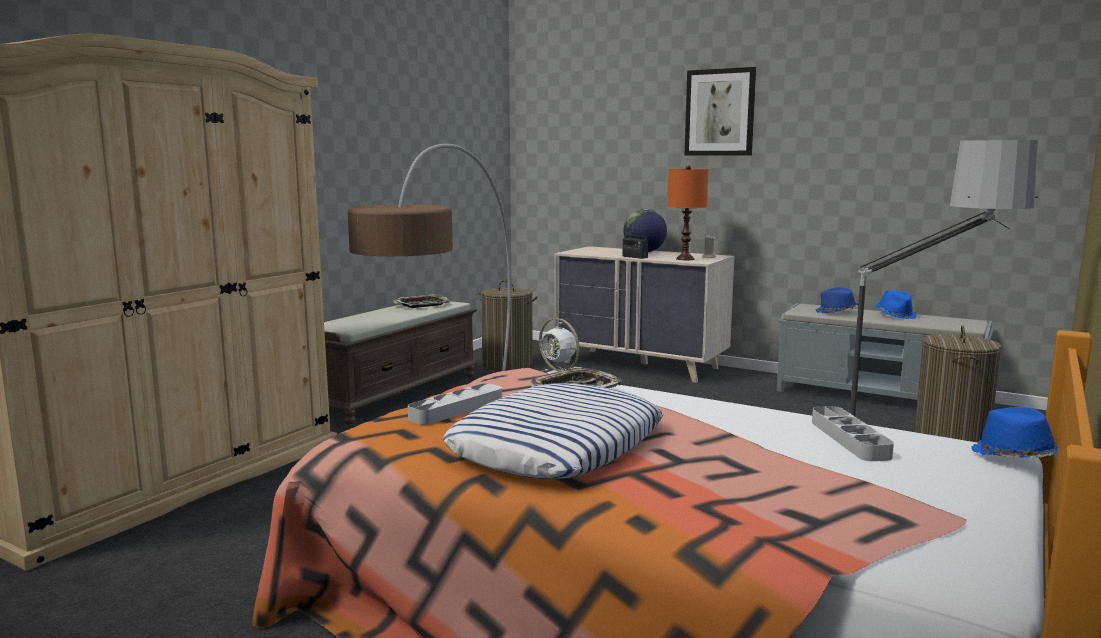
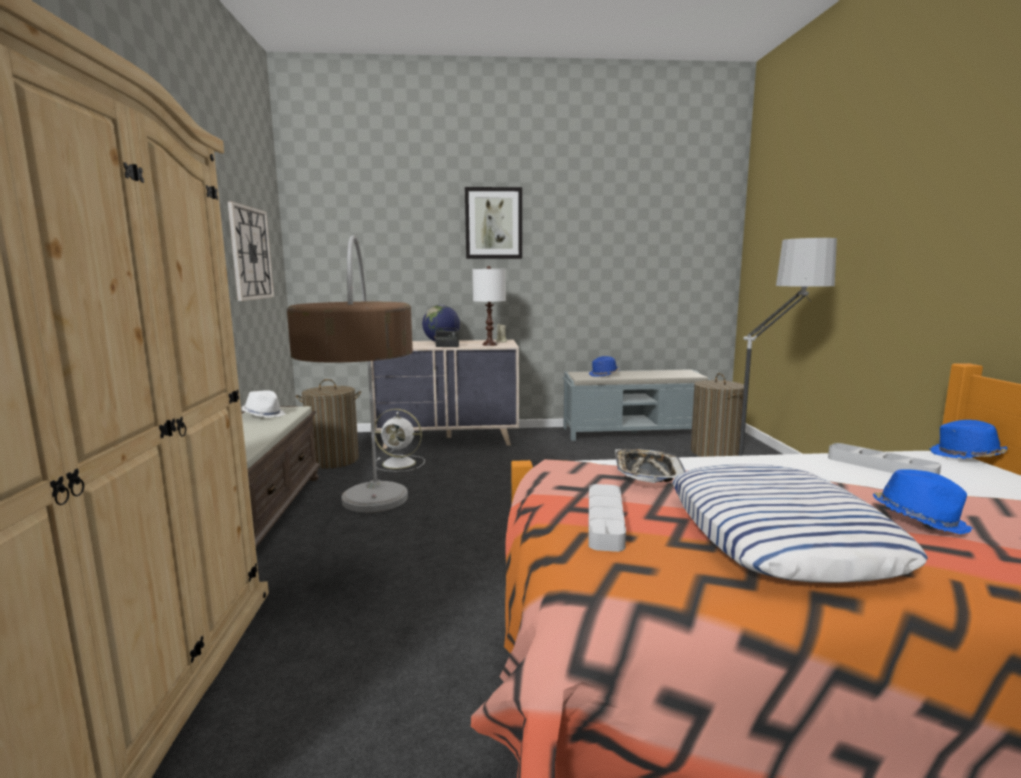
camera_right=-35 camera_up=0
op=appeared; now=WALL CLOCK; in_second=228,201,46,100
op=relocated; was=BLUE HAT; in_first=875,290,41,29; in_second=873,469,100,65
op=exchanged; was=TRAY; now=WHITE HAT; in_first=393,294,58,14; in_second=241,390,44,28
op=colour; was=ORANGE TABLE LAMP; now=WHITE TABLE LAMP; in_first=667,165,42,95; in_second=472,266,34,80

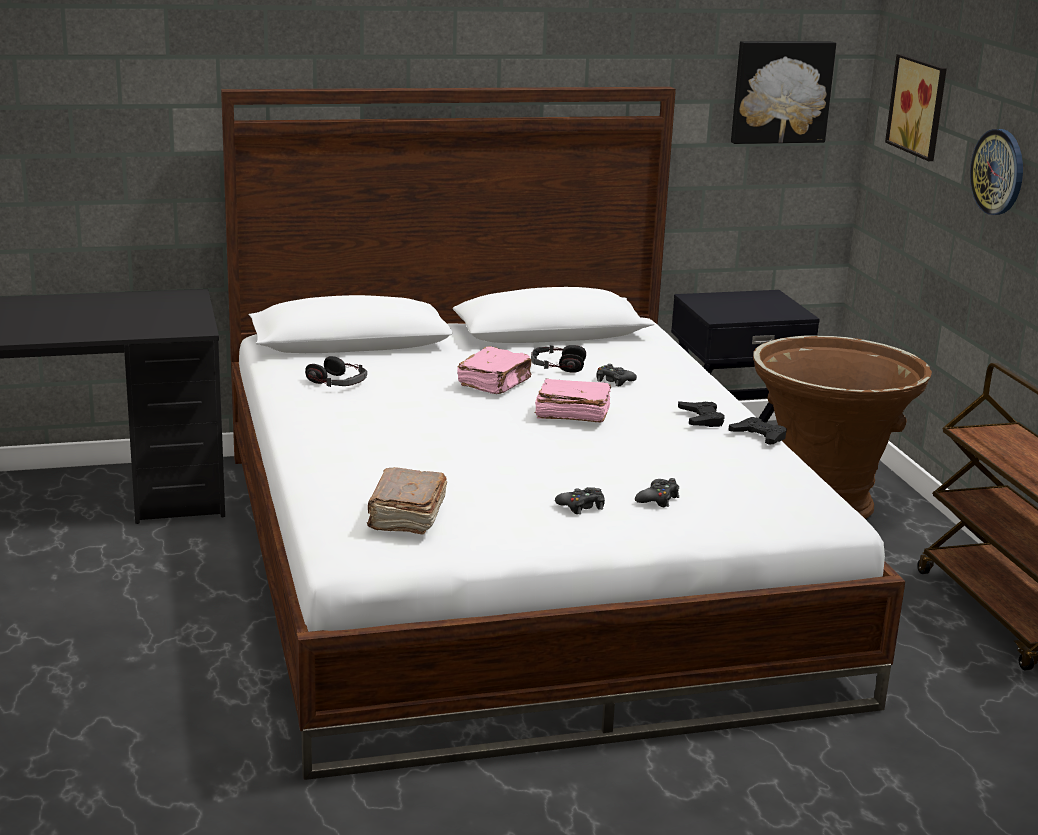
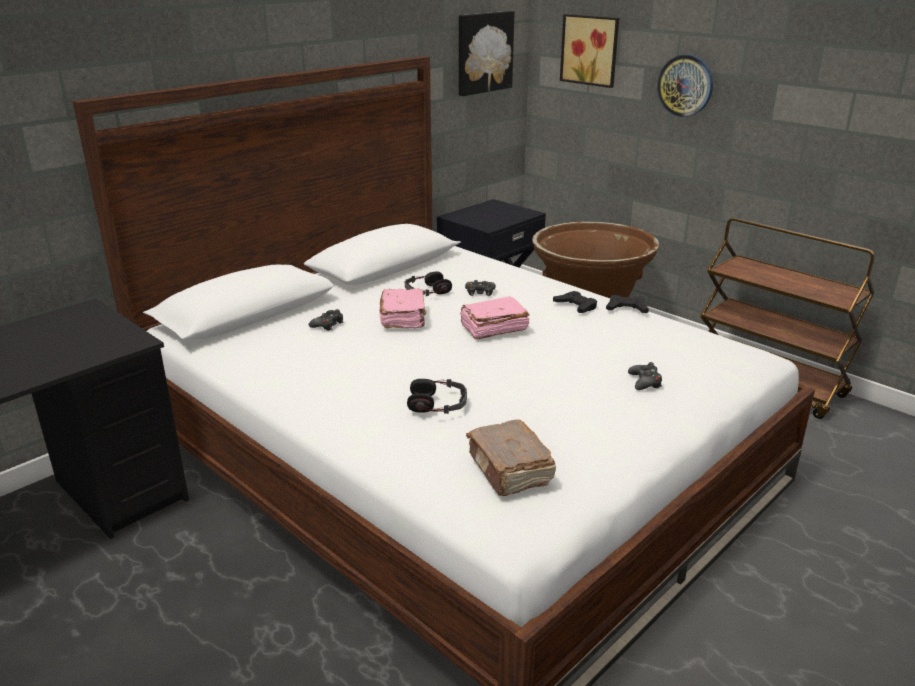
camera_right=-30 camera_up=5
op=relocated; was=HEADPHONES; in_first=305,356,62,31; in_second=407,379,60,35
op=relocated; was=BLACK GAME CONTROLLER; in_first=555,487,50,27; in_second=309,309,35,22

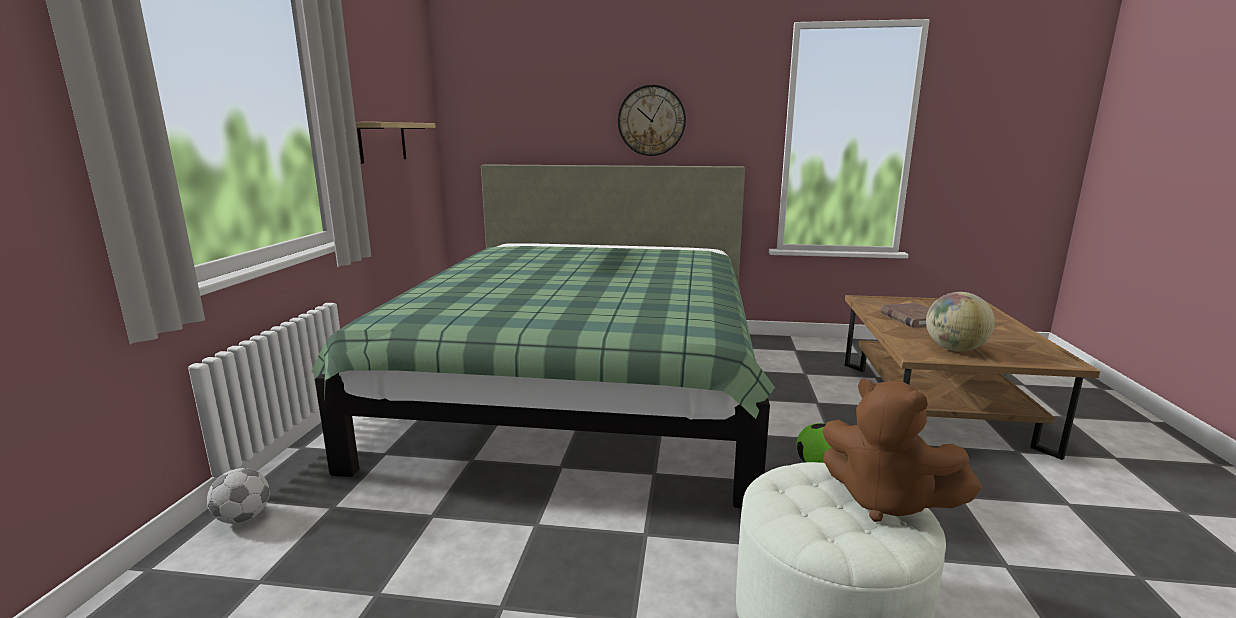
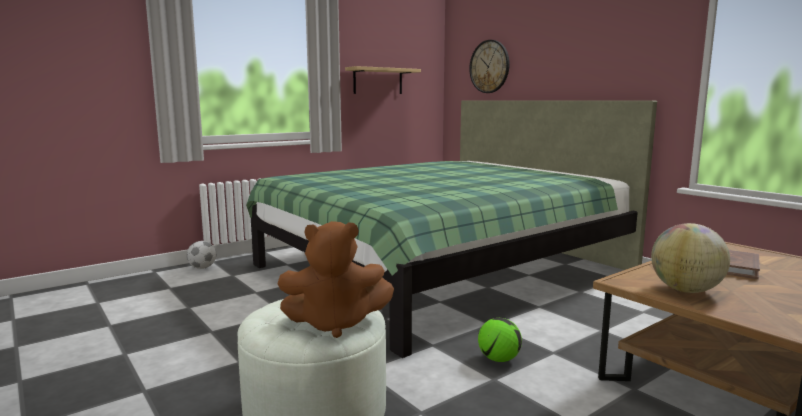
camera_right=45 camera_up=-5
op=relocated; was=WALL CLOCK; in_first=618,85,68,71; in_second=469,40,41,53
op=spun; was=BROWN PLUSH TOY; in_first=822,378,160,144; in_second=277,221,117,117; clockwise=-90

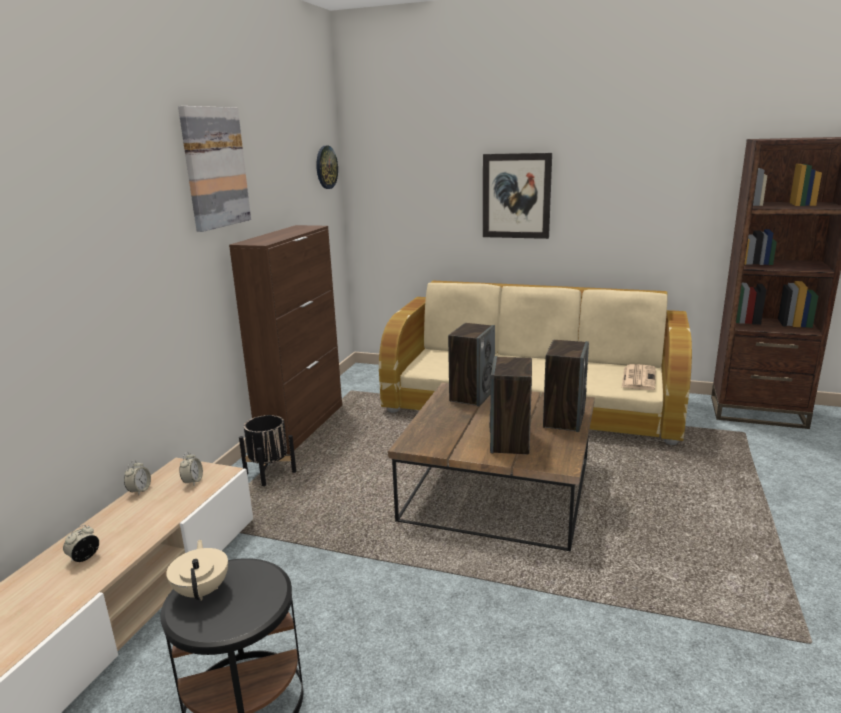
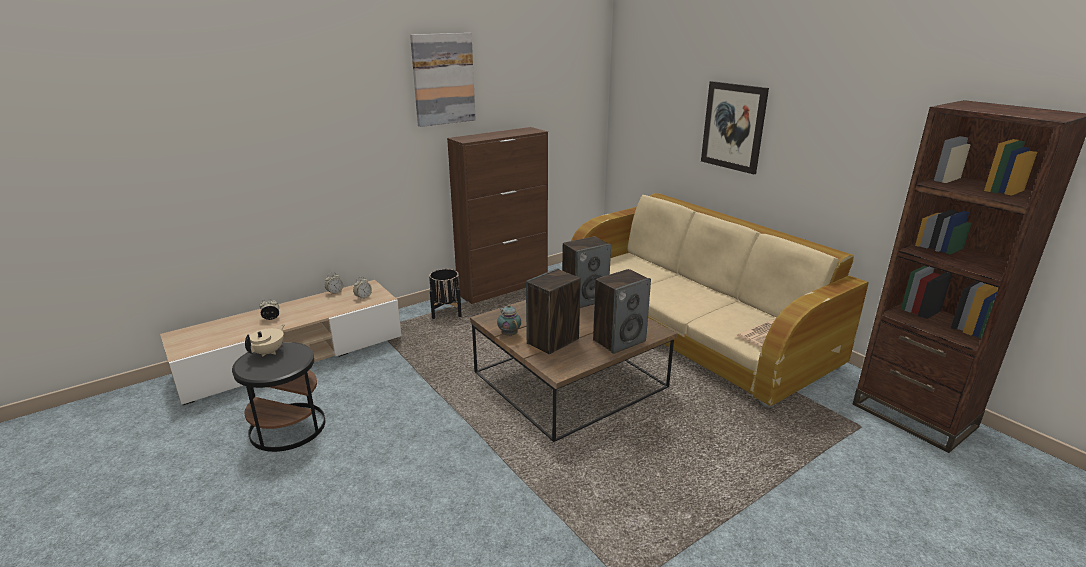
camera_right=35 camera_up=5
op=missing; was=WALL CLOCK; in_first=316,146,22,43
op=appeared; now=TEAPOT; in_second=497,304,24,32

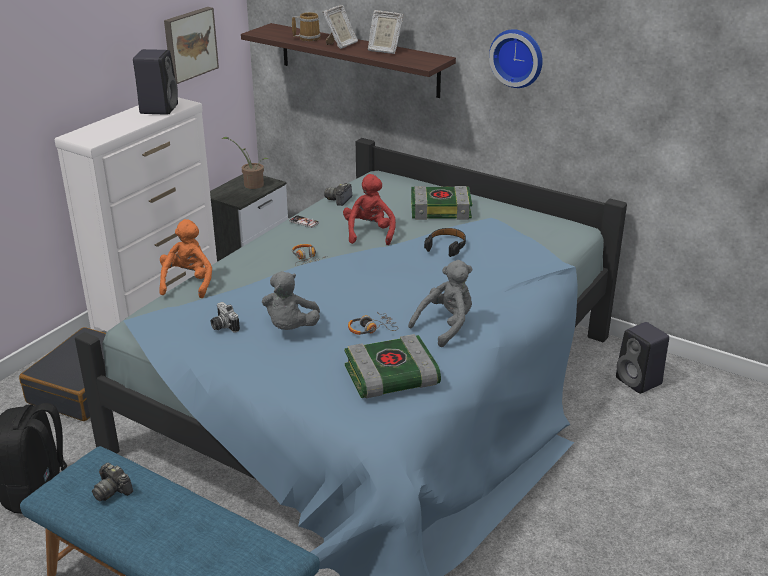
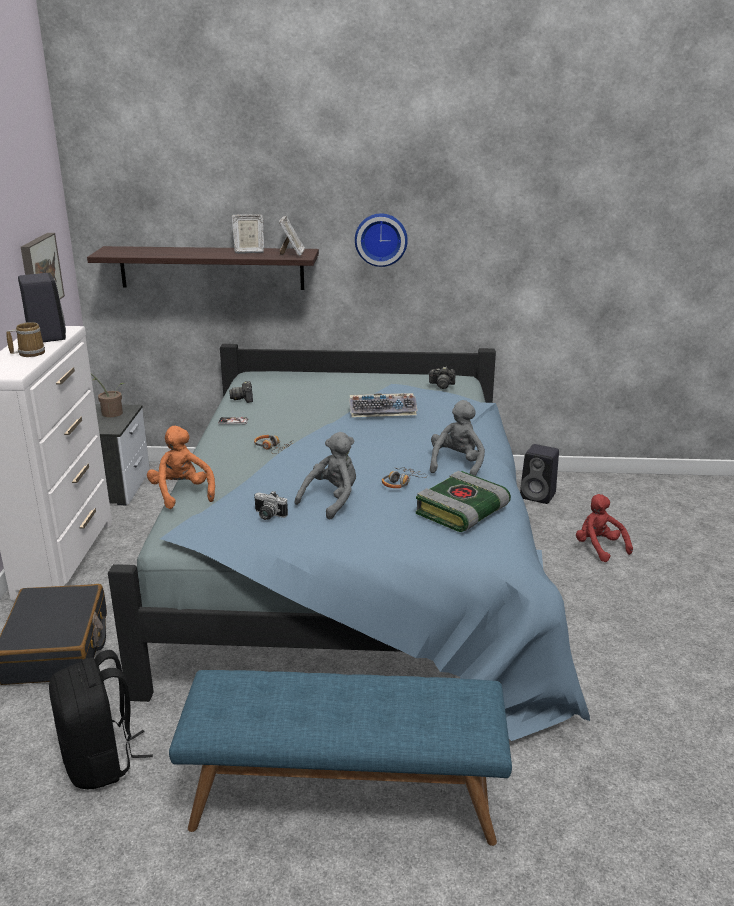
camera_right=-30 camera_up=-5
op=missing; was=BOOK; in_first=411,186,61,34
op=relocated; was=PHOTO CAMERA; in_first=92,463,41,38; in_second=428,366,27,23
op=relocated; was=MUG; in_first=292,12,28,29; in_second=6,322,39,35
op=relocated; was=PICTURE FRAME; in_first=322,5,36,44; in_second=279,215,26,41
op=relocated; was=RED PLUSH TOY; in_first=343,174,53,71; in_second=576,494,57,68
op=exchanged; was=BLACK HEADPHONES; now=KEYBOARD; in_first=424,228,42,29; in_second=349,393,69,24
op=spun; was=GREY PLUSH TOY; in_first=262,271,58,59; in_second=294,432,62,88; clockwise=-120

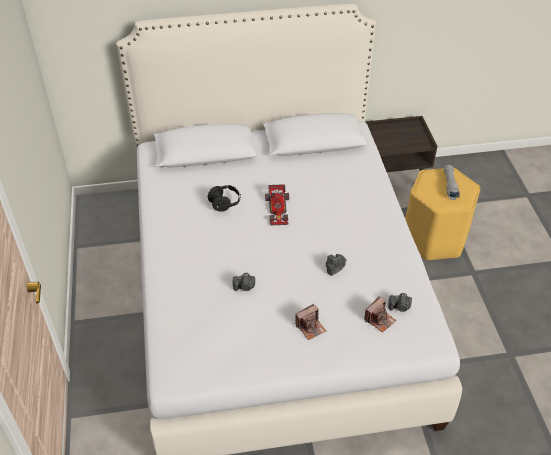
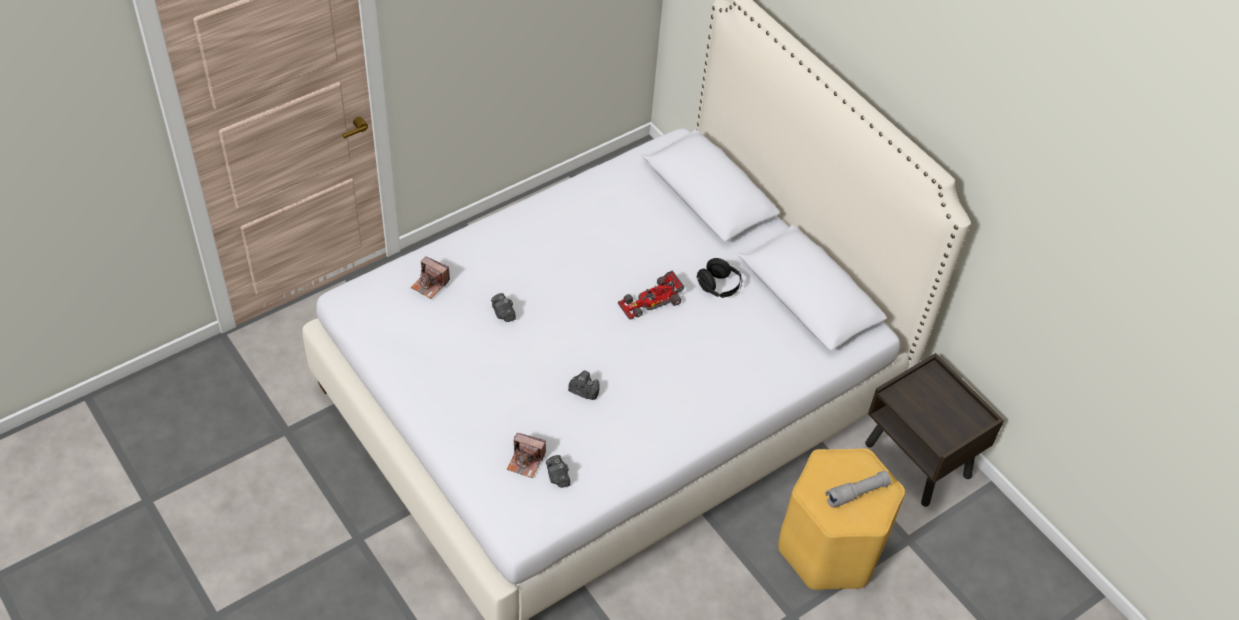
camera_right=60 camera_up=5
op=relocated; was=BLACK HEADPHONES; in_first=208,185,33,27; in_second=696,258,46,40
op=relocated; was=PHOTO CAMERA; in_first=295,304,31,36; in_second=411,257,39,42

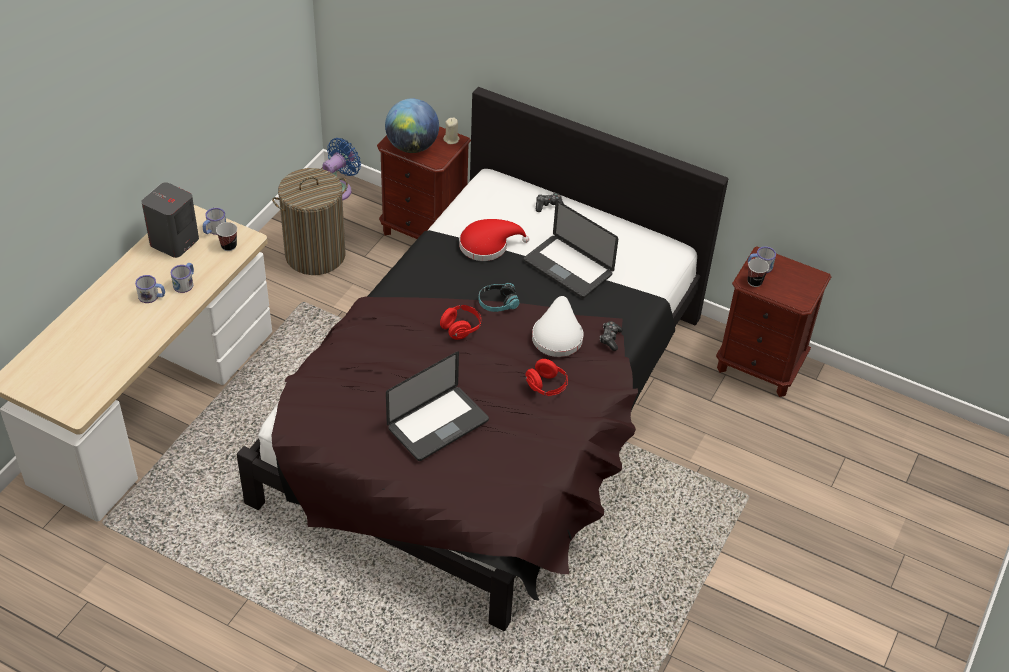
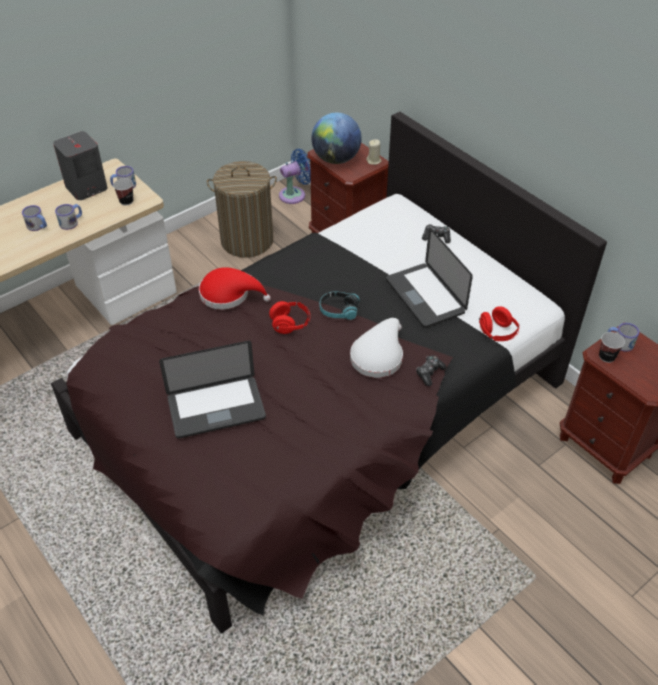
camera_right=25 camera_up=0
op=relocated; was=RED HAT; in_first=459,219,70,42; in_second=199,267,72,43
op=relocated; was=RED HEADPHONES; in_first=525,359,43,37; in_second=479,306,40,35

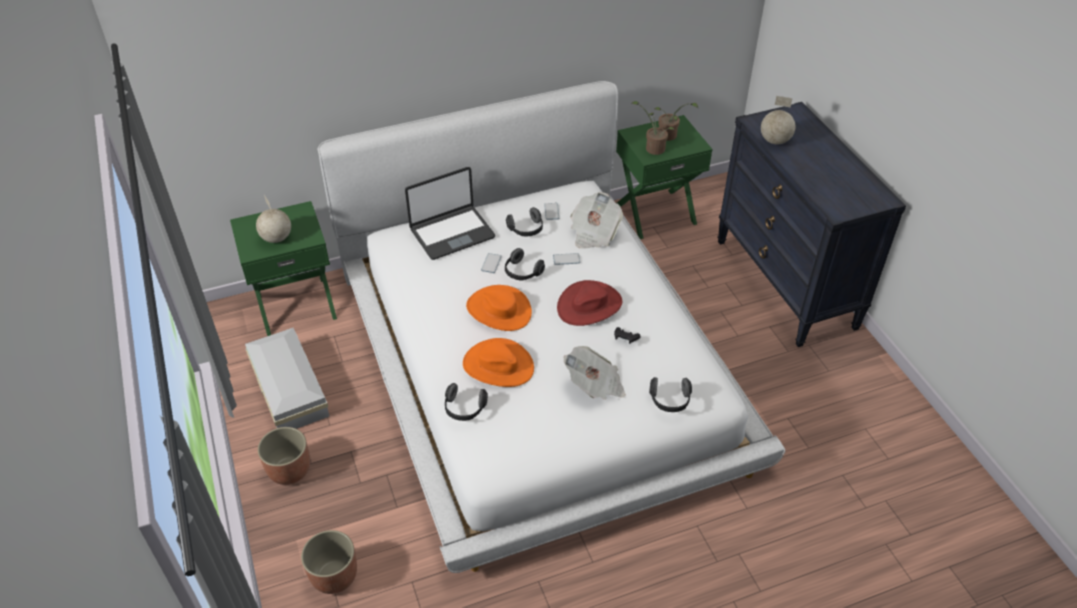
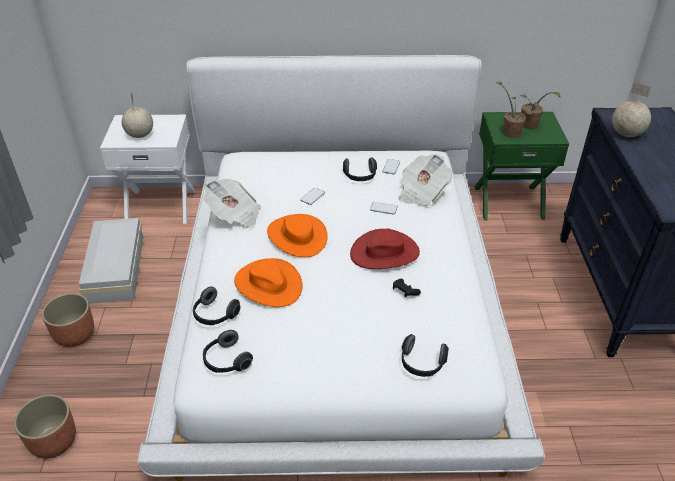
camera_right=20 camera_up=-5
op=missing; was=LAPTOP; in_first=405,167,90,93
op=relocated; was=HEADPHONES; in_first=505,248,40,32; in_second=203,330,50,43
op=relocated; was=NEWSPAPER; in_first=563,346,63,54; in_second=204,179,57,49
op=colour; was=GREEN NIGHTSTAND; now=WHITE NIGHTSTAND; in_first=230,201,107,135; in_second=100,115,95,109

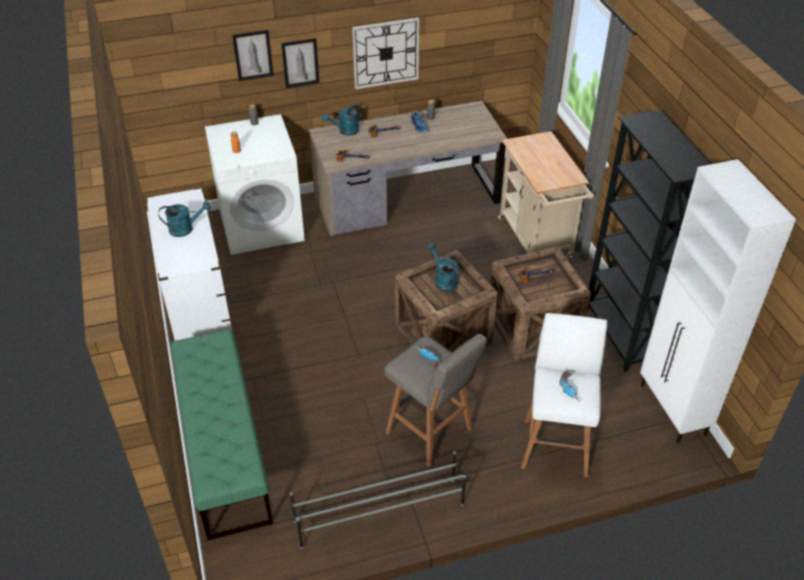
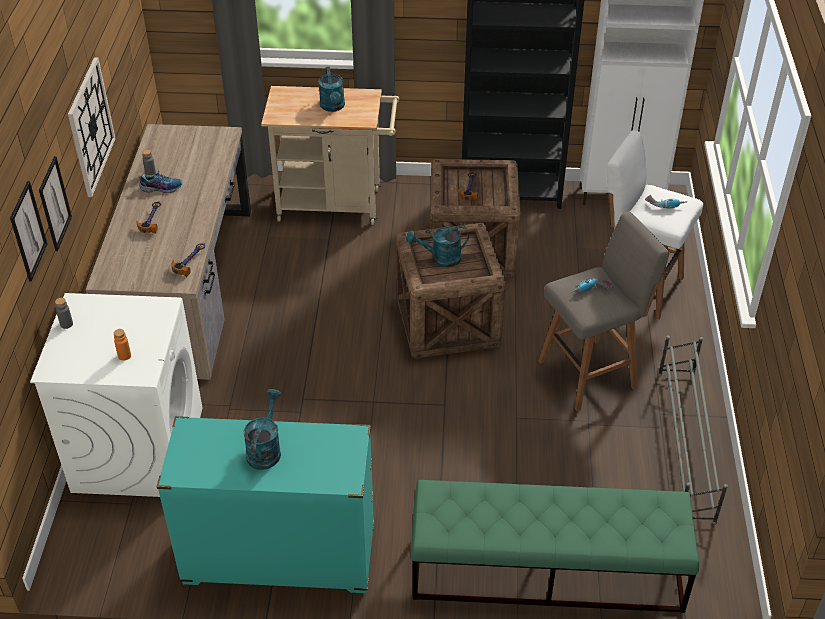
camera_right=-70 camera_up=0
op=relocated; was=TURQUOISE WATERING CAN; in_first=322,104,40,32; in_second=318,67,27,45
op=colour; was=WHITE DRESSER; now=TURQUOISE DRESSER; in_first=146,188,86,153; in_second=156,416,218,177

